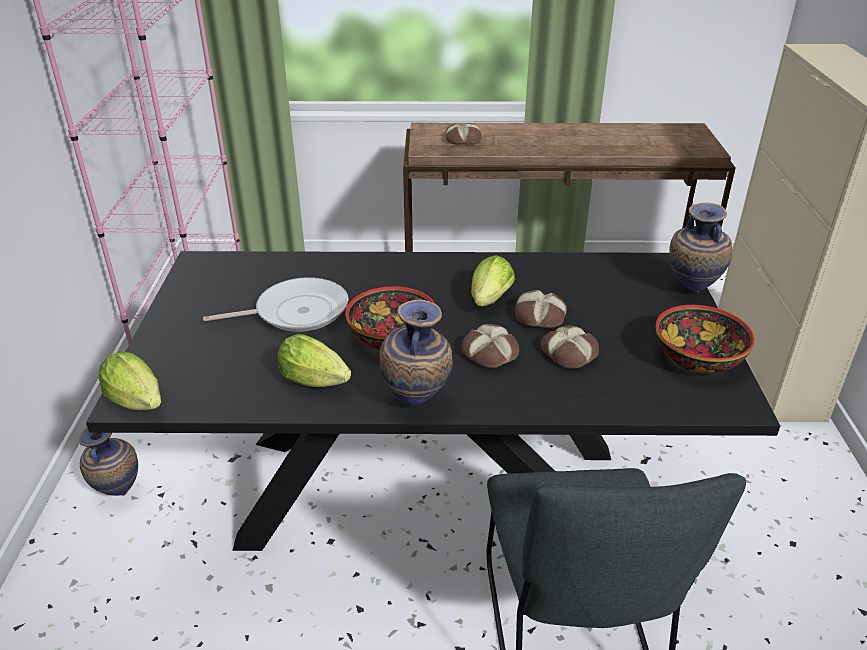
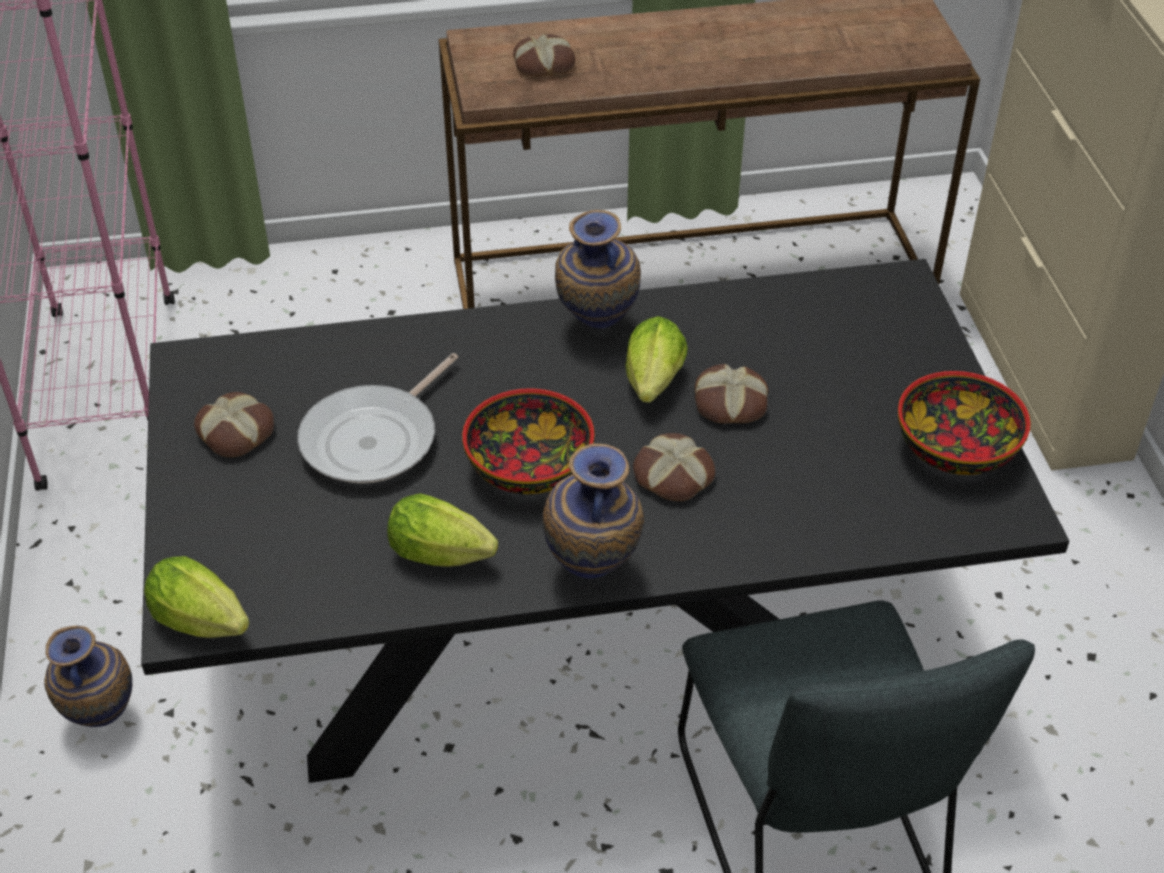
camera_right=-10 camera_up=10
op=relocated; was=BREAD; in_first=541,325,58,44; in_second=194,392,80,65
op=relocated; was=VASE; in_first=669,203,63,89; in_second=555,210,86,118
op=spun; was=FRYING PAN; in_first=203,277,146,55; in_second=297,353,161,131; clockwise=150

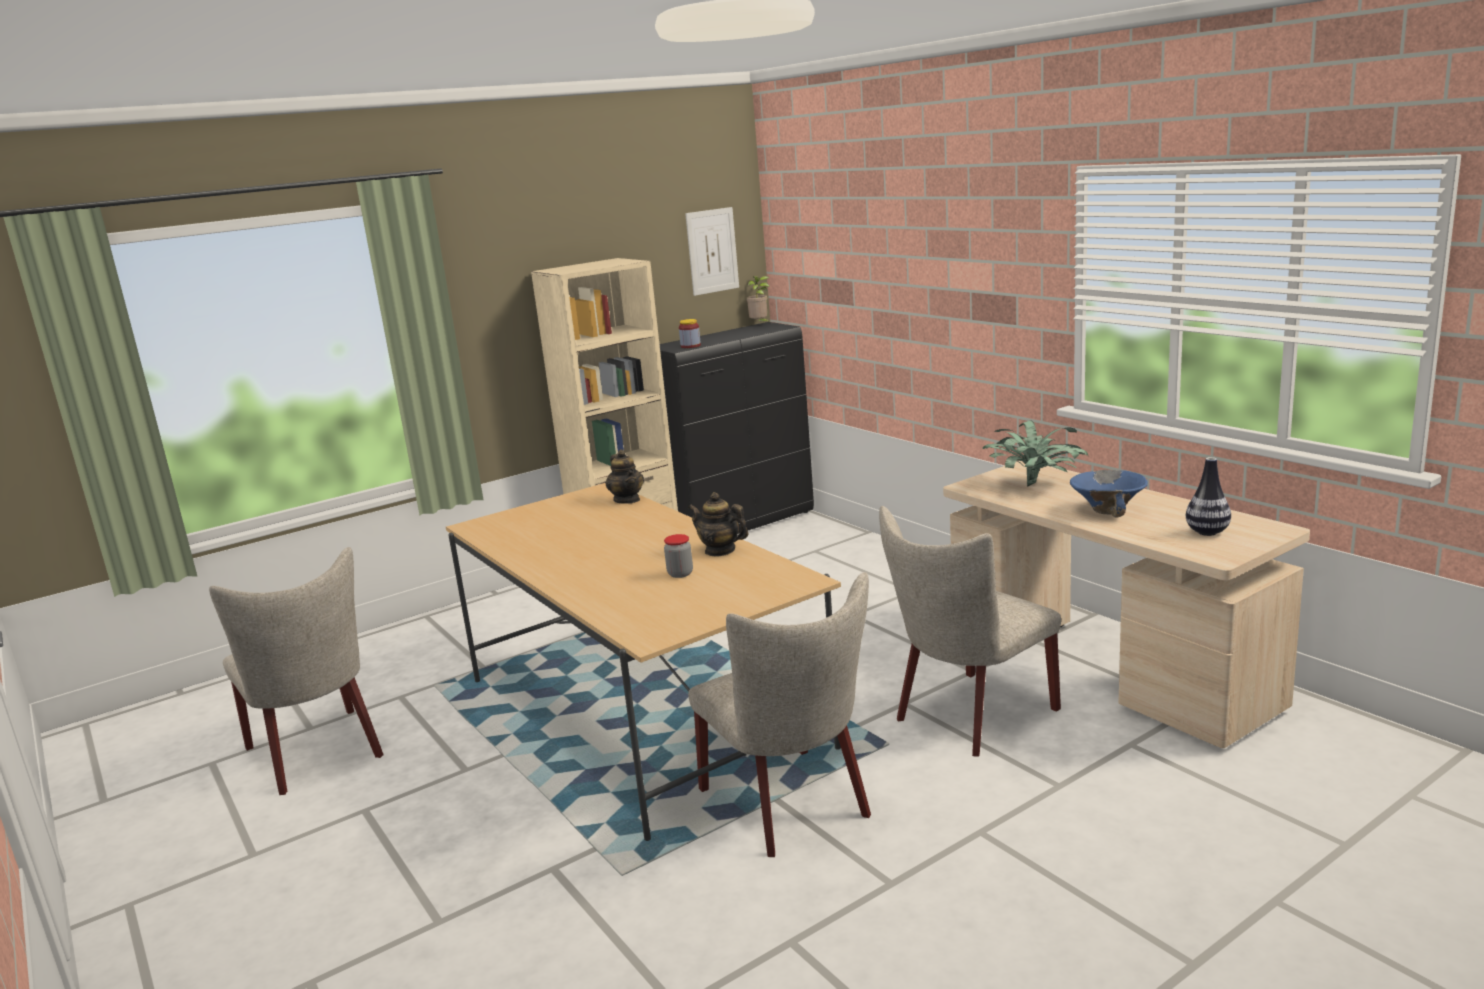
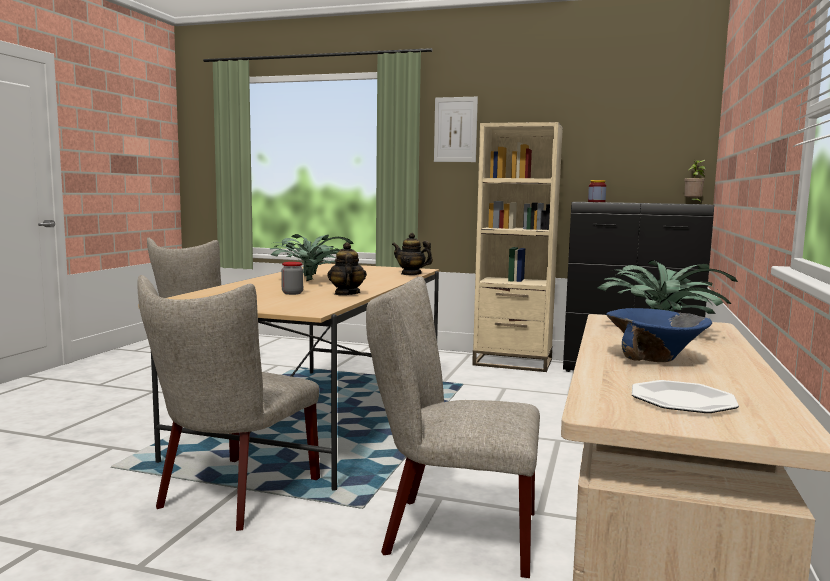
camera_right=50 camera_up=-10
op=appeared; now=POTTED PLANT; in_second=270,234,84,47
op=relocated; was=PICTURE; in_first=685,207,54,89; in_second=434,97,44,65
op=exchanged; was=VASE; now=PLATE; in_first=1186,457,45,79; in_second=632,380,107,33
op=spun; was=TEAPOT; in_first=605,450,39,54; in_second=392,233,41,42; clockwise=90

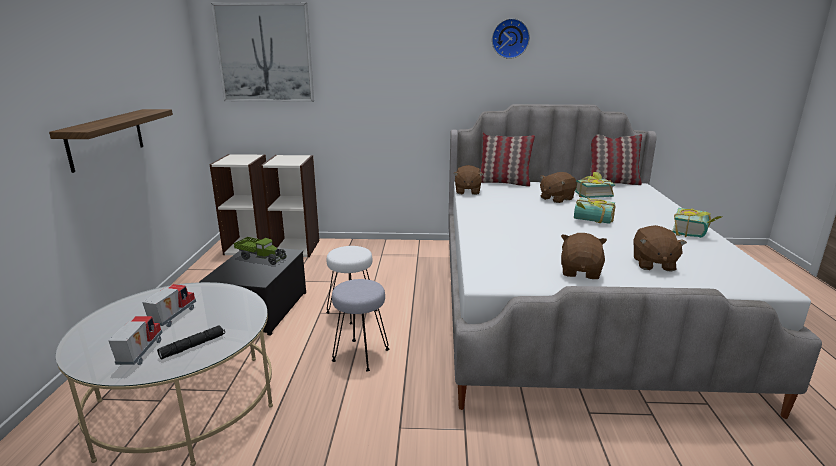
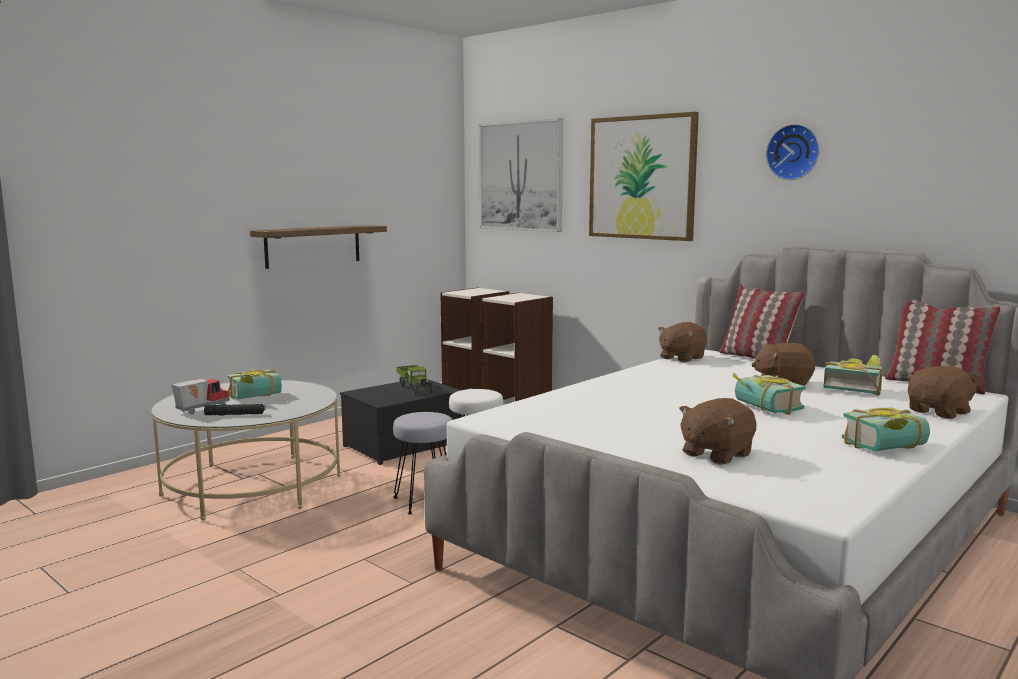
camera_right=40 camera_up=-10
op=appeared; now=PICTURE; in_second=589,112,110,129
op=relocated; was=BROWN PLUSH TOY; in_first=561,233,46,46; in_second=908,366,72,53
op=exchanged; was=TOY TRUCK; now=BOOK; in_first=142,284,54,43; in_second=227,370,55,29

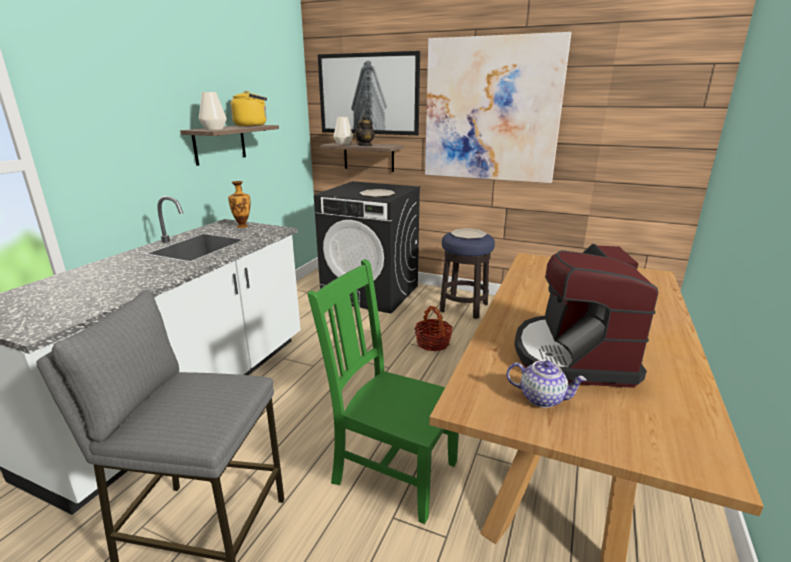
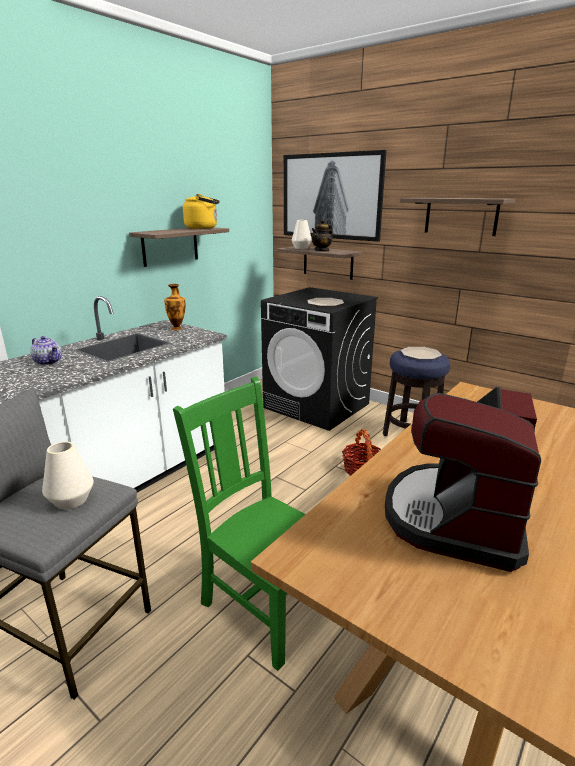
camera_right=15 camera_up=0
op=relocated; was=WHITE VASE; in_first=199,92,28,38; in_second=42,441,52,69
op=relocated; was=TEAPOT; in_first=507,360,80,48; in_second=30,336,32,29
op=exchanged; was=PICTURE; now=SHELF; in_first=425,32,146,151; in_second=400,198,116,38

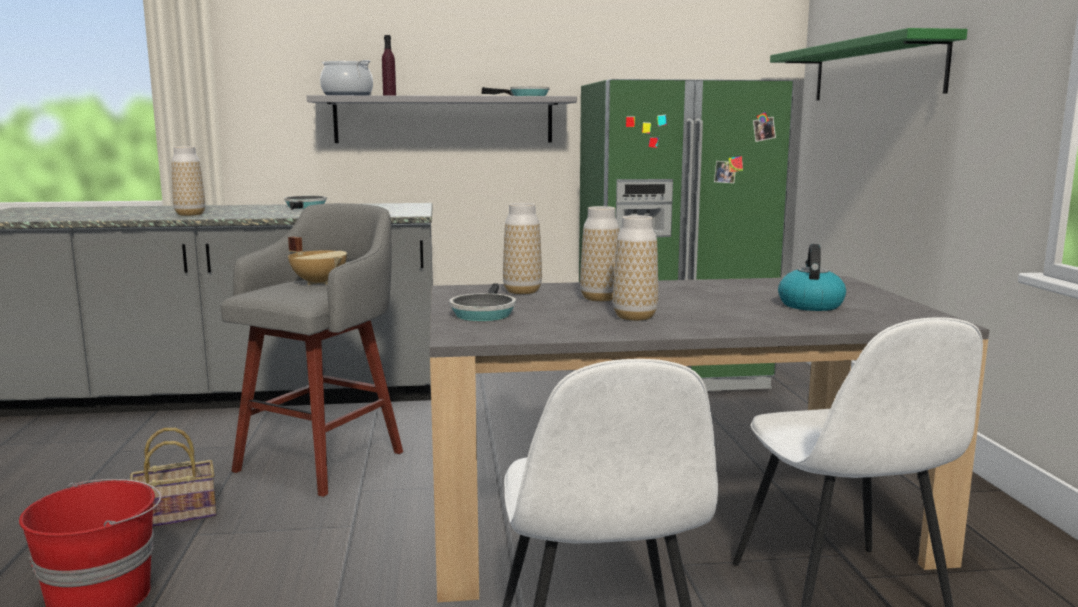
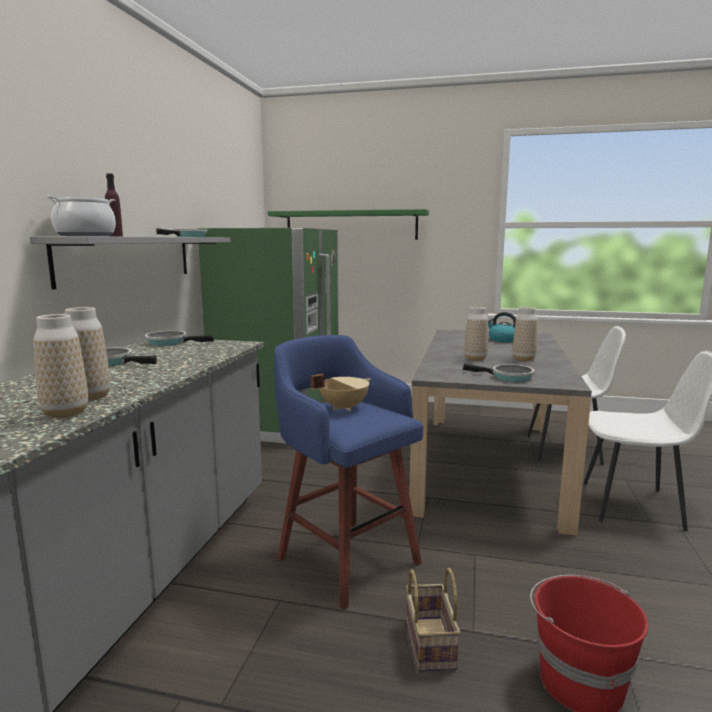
camera_right=-70 camera_up=0
op=appeared; now=FRYING PAN; in_second=145,331,69,15
op=relocated; was=VASE; in_first=503,203,39,91; in_second=34,314,54,104
op=colour; was=GREY STOOL; now=BLUE STOOL; in_first=220,203,183,294; in_second=274,335,150,275

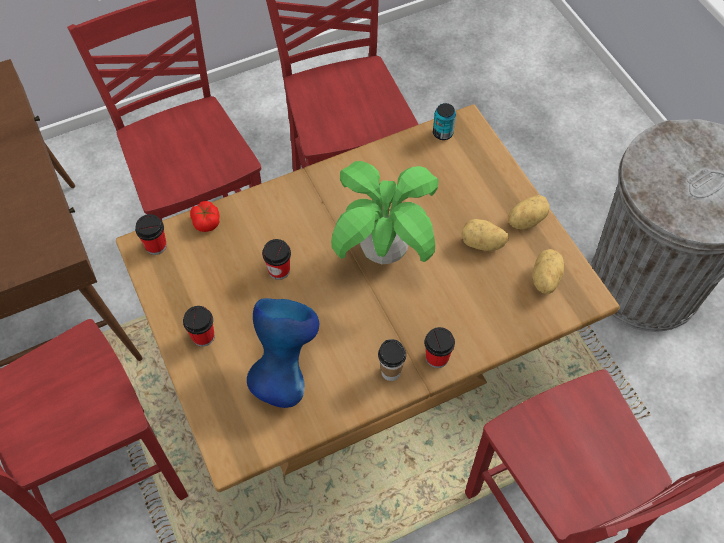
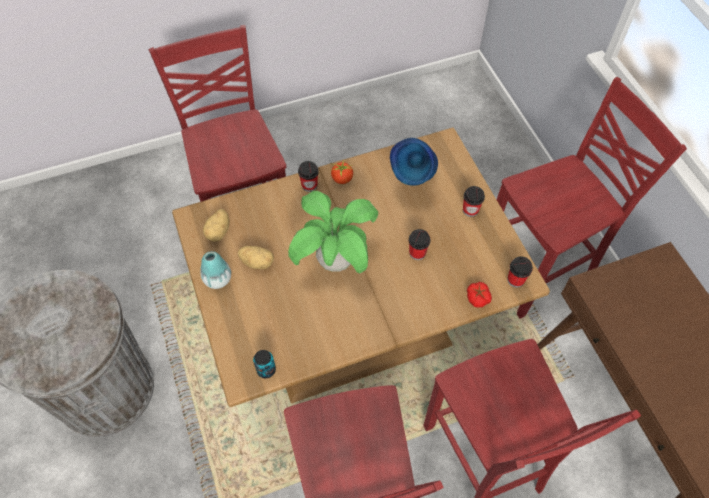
camera_right=-175 camera_up=0
op=exchanged; was=CUP; now=TOMATO; in_first=378,339,28,42; in_second=331,159,23,25
op=exchanged; was=POTATO; now=VASE; in_first=508,195,42,34; in_second=200,251,31,38

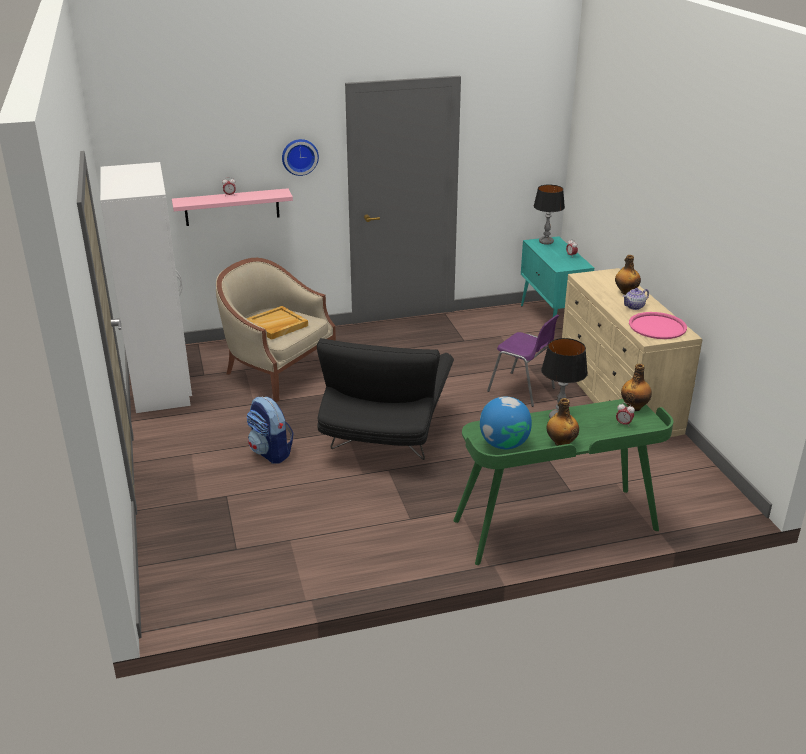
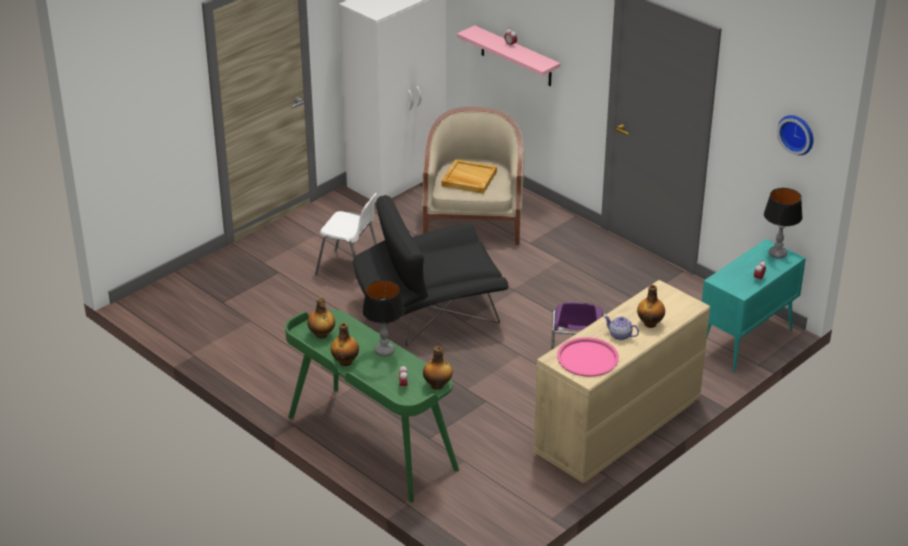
camera_right=60 camera_up=5
op=relocated; was=WALL CLOCK; in_first=282,139,37,37; in_second=777,115,37,40
op=exchanged; was=BACKPACK; now=WHITE CHAIR; in_first=246,397,48,66; in_second=315,193,62,83
op=exchanged; was=GLOBE; now=BOTTLE; in_first=480,397,52,52; in_second=307,297,28,42

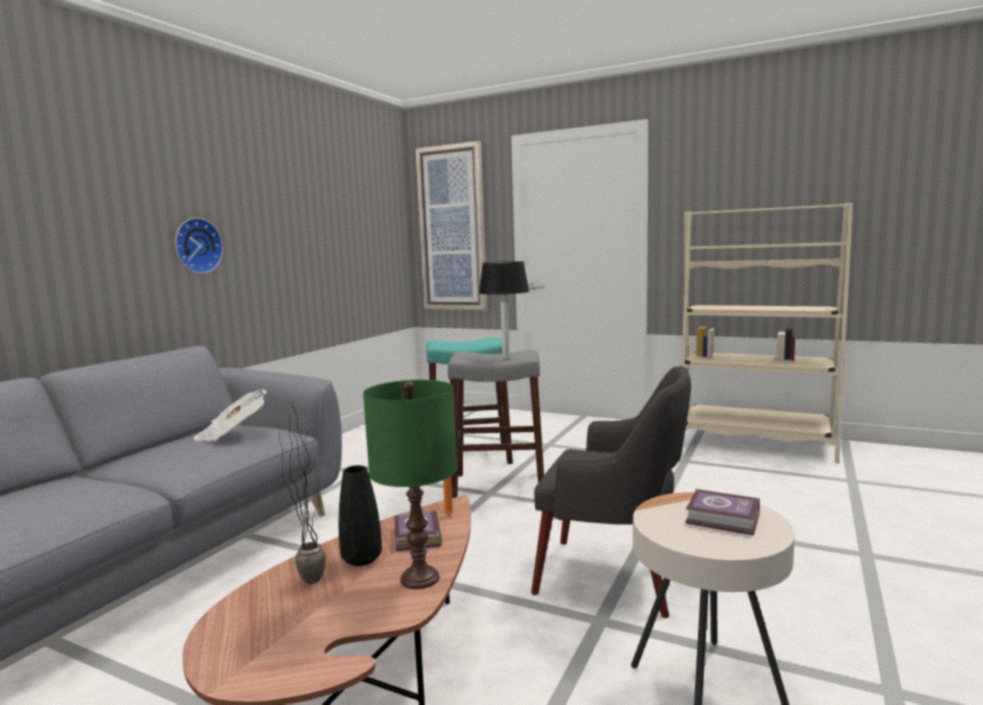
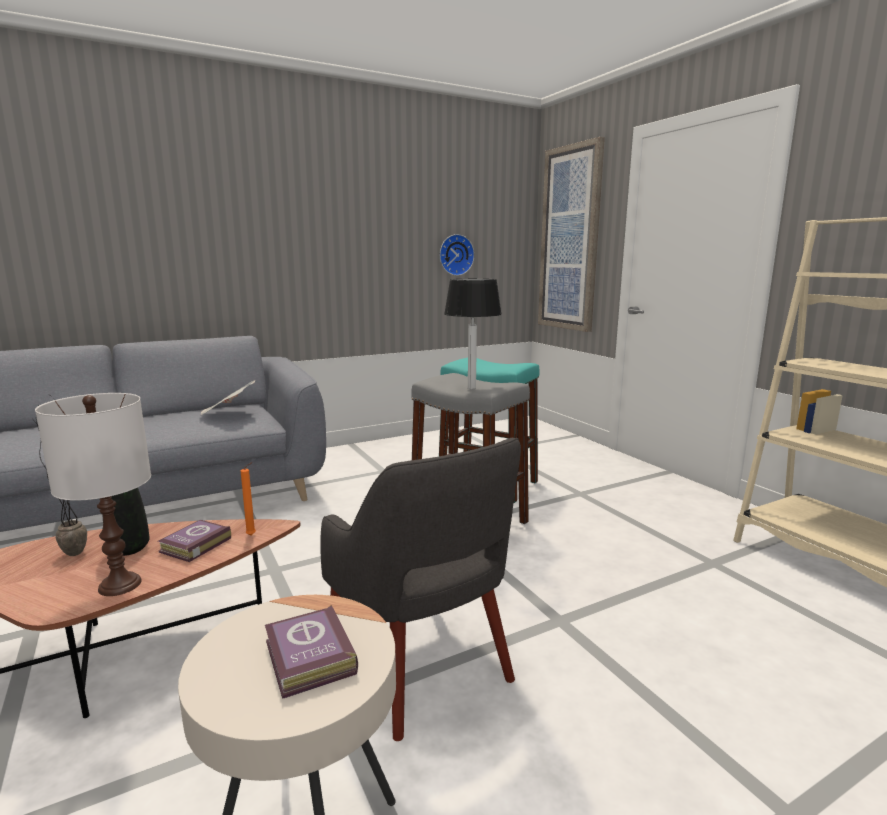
camera_right=35 camera_up=5
op=relocated; was=WALL CLOCK; in_first=175,218,48,56; in_second=440,234,35,42
op=colour; was=GREEN TABLE LAMP; now=WHITE TABLE LAMP; in_first=363,380,94,209; in_second=35,393,116,203

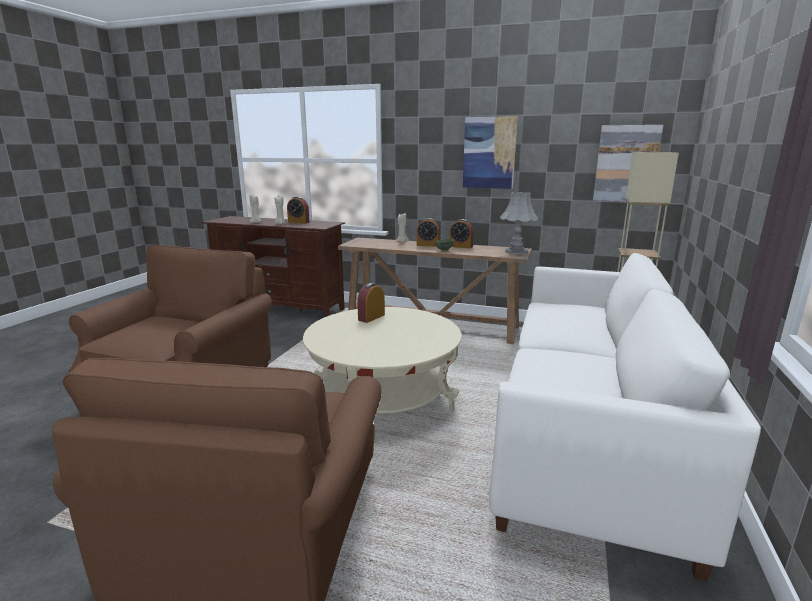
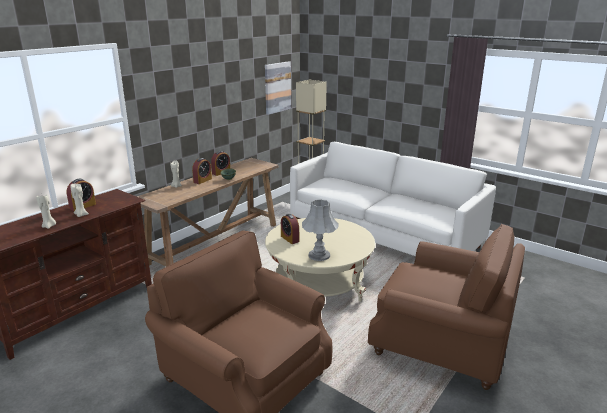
camera_right=-70 camera_up=5
op=missing; was=PICTURE; in_first=463,116,55,73
op=relocated; was=GREY TABLE LAMP; in_first=500,192,38,62; in_second=302,199,37,62

